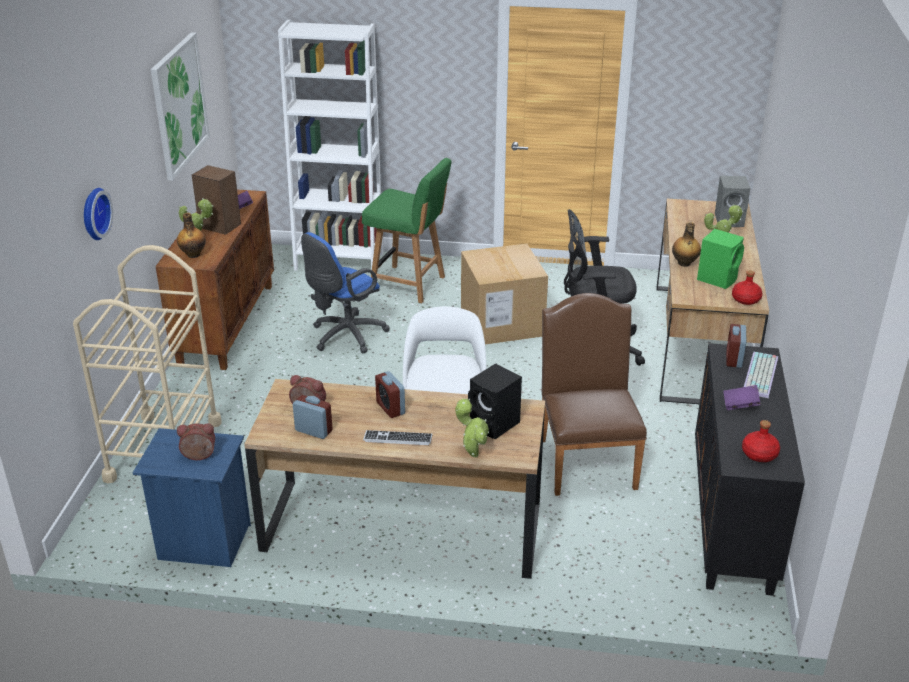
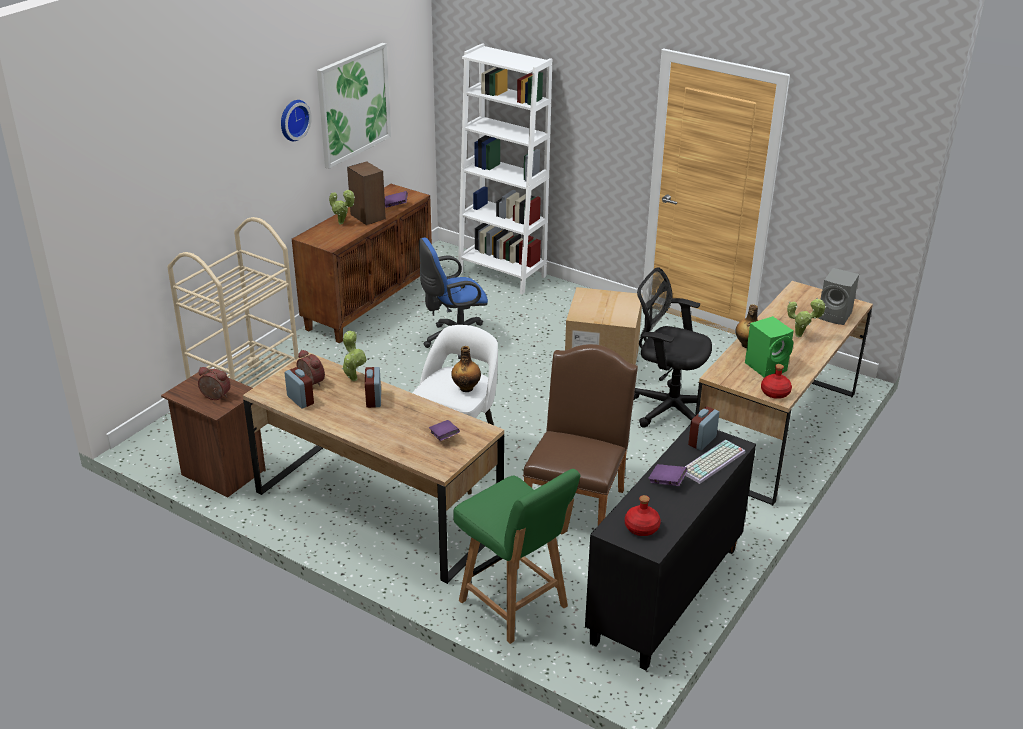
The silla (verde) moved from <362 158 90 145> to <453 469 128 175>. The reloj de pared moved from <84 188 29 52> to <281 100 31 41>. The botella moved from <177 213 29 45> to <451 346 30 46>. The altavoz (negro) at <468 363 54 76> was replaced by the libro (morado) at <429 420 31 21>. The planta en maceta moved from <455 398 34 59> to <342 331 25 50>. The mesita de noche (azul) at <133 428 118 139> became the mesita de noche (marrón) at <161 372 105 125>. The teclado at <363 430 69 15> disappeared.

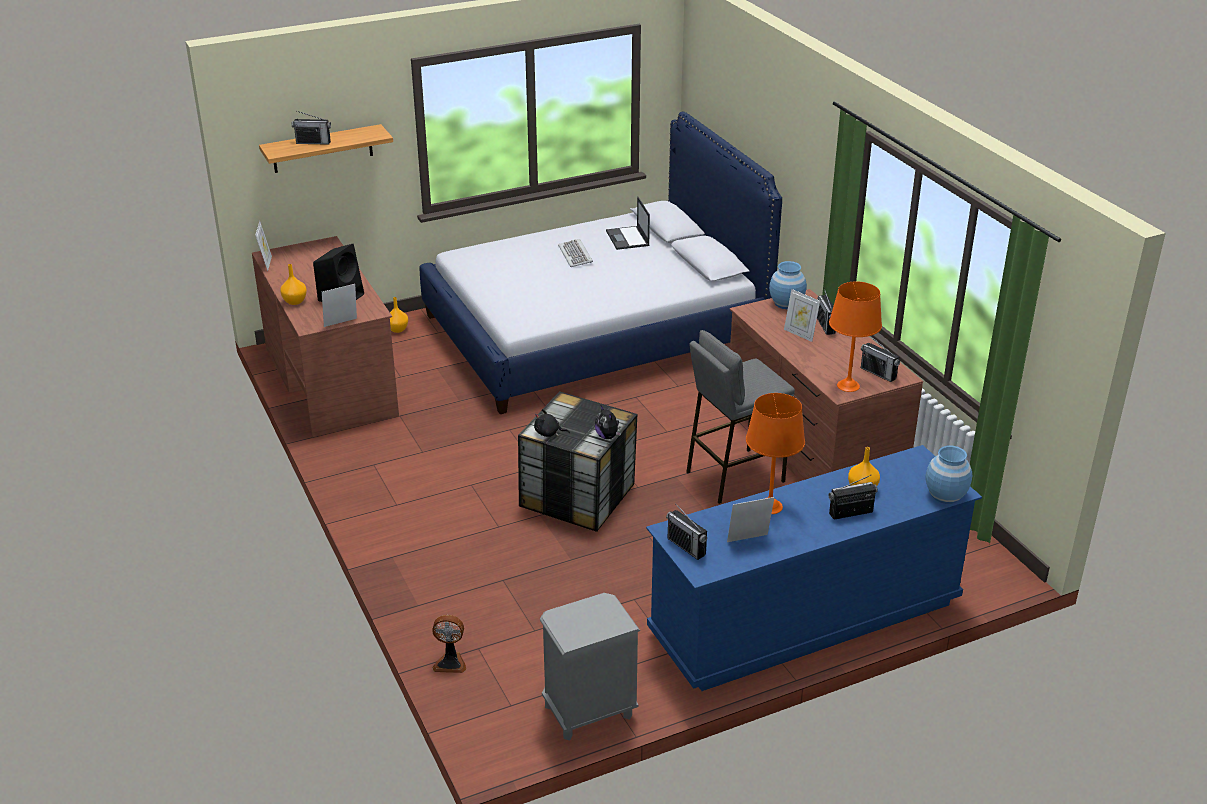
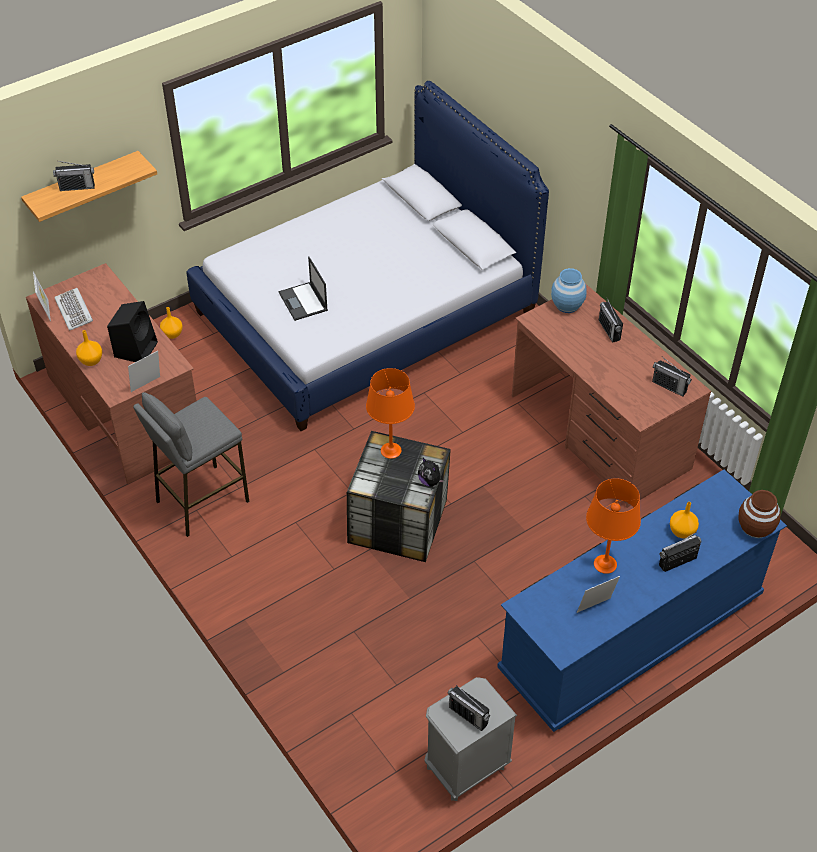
The portátil moved from <606 196 44 54> to <279 256 49 65>. The teclado moved from <558 239 35 28> to <54 288 39 43>. The lámpara de mesa (naranja) moved from <829 281 53 111> to <366 368 49 91>. The portarretratos at <784 289 36 53> disappeared. The taburete (gris) moved from <686 330 109 174> to <133 392 116 145>. The peluche (negro) at <534 409 36 28> disappeared. The florero (azul) at <926 446 46 58> became the florero (marrón) at <738 490 42 49>. The radio moved from <666 503 41 57> to <448 685 42 46>. The ventilador at <432 615 34 58> disappeared.

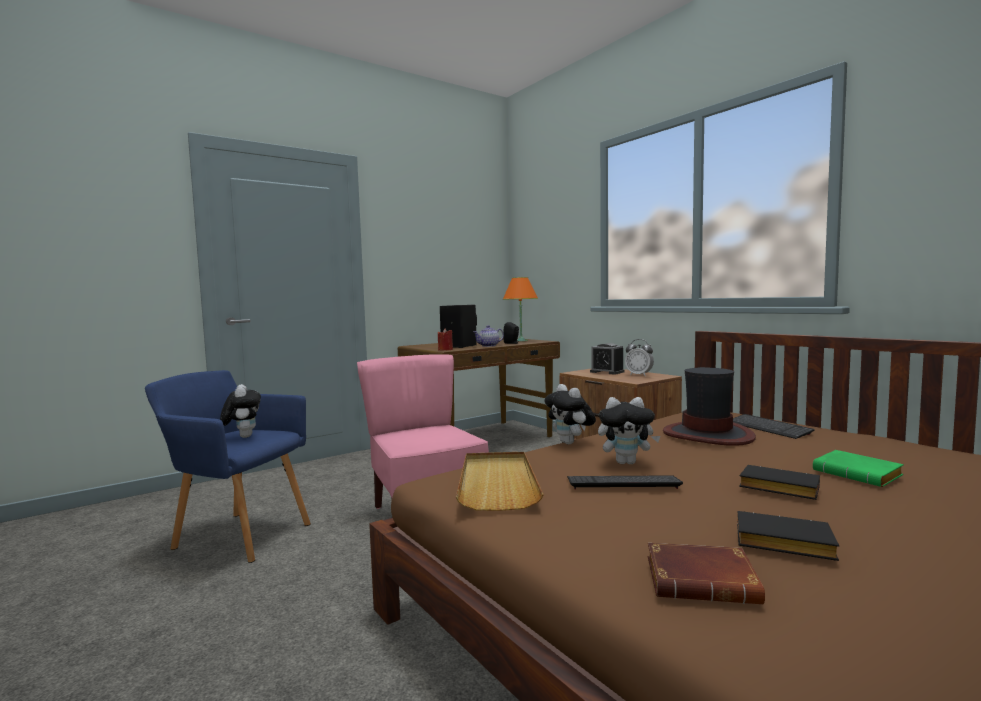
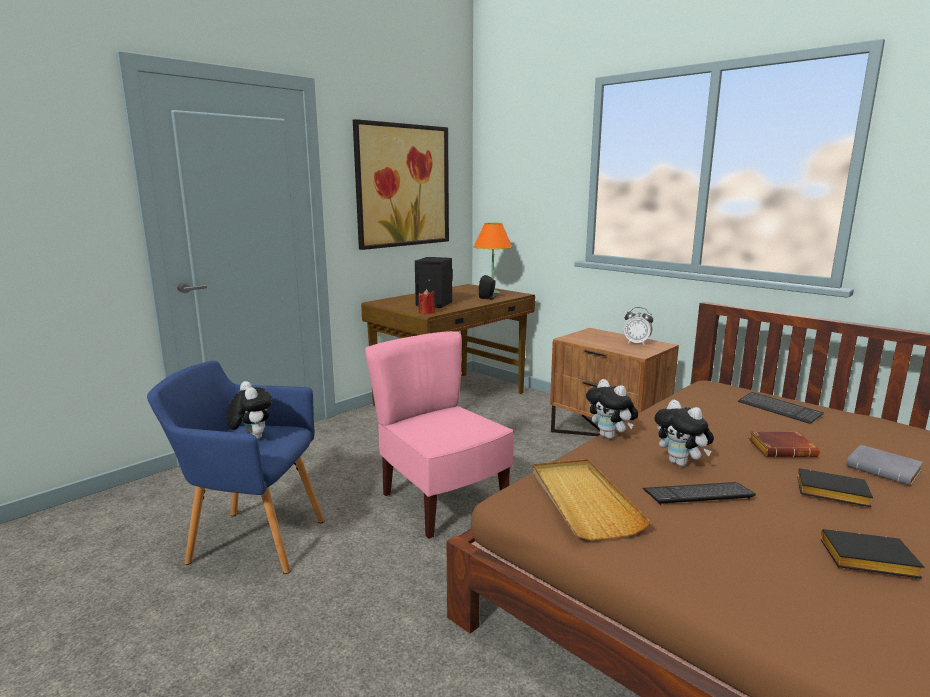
The tetera at <474 325 30 22> disappeared. The despertador at <590 343 35 32> disappeared. The sombrero at <663 367 93 79> disappeared. The peluche at <598 397 63 67> turned 60 degrees clockwise. The libro (verde) at <813 450 91 37> became the libro (gris) at <846 445 77 41>. The libro (marrón) moved from <648 543 117 61> to <749 431 70 26>. The cuadro at <353 119 96 131> appeared.

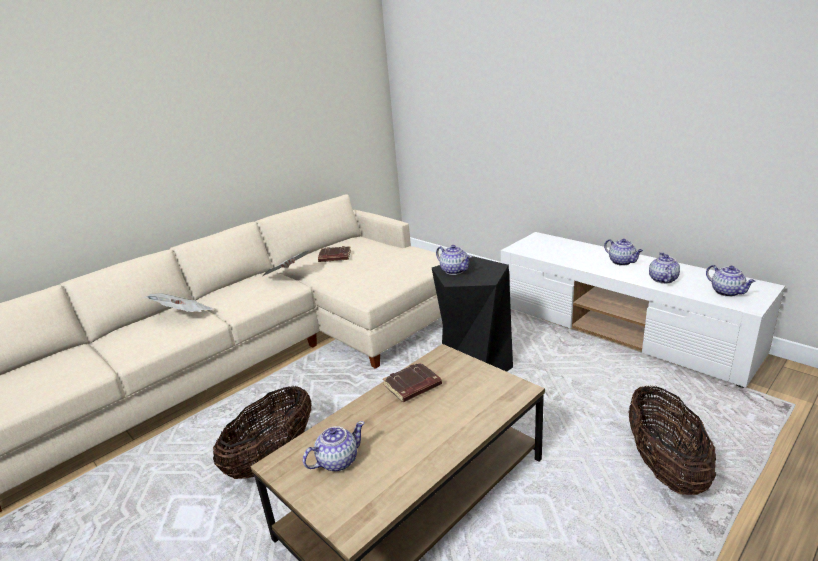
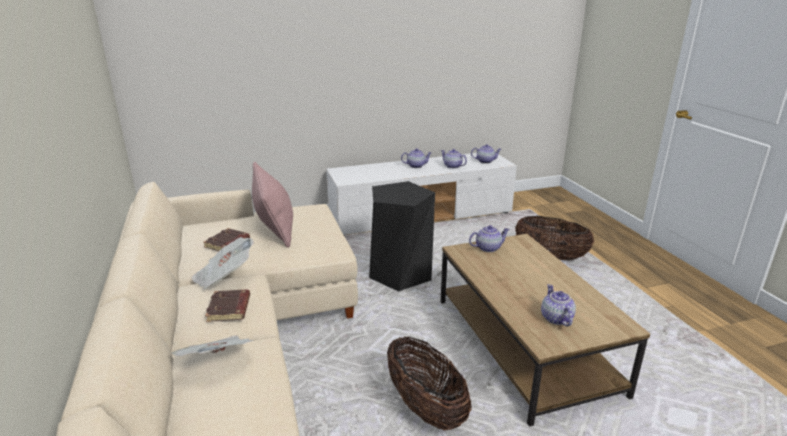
The tetera moved from <436 245 36 30> to <469 225 41 27>. The libro (marrón) moved from <383 362 59 40> to <205 290 45 32>. The cojín (rosa) at <252 162 41 86> appeared.

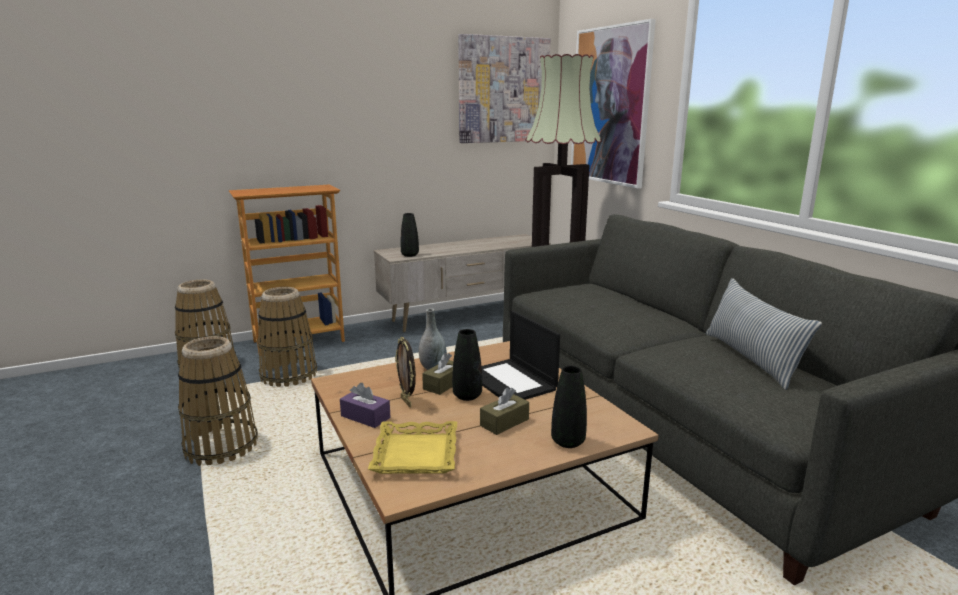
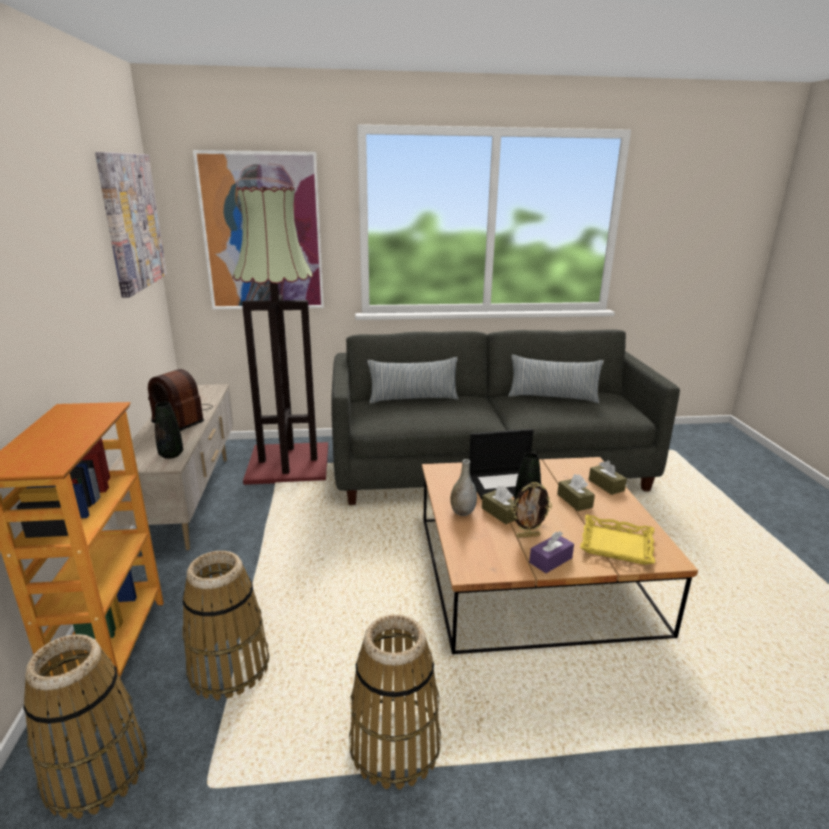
The florero (negro) at <551 366 36 82> was replaced by the caja de pañuelos (marrón) at <589 460 38 35>. The cojín at <367 357 91 46> appeared. The radio at <148 369 65 62> appeared.

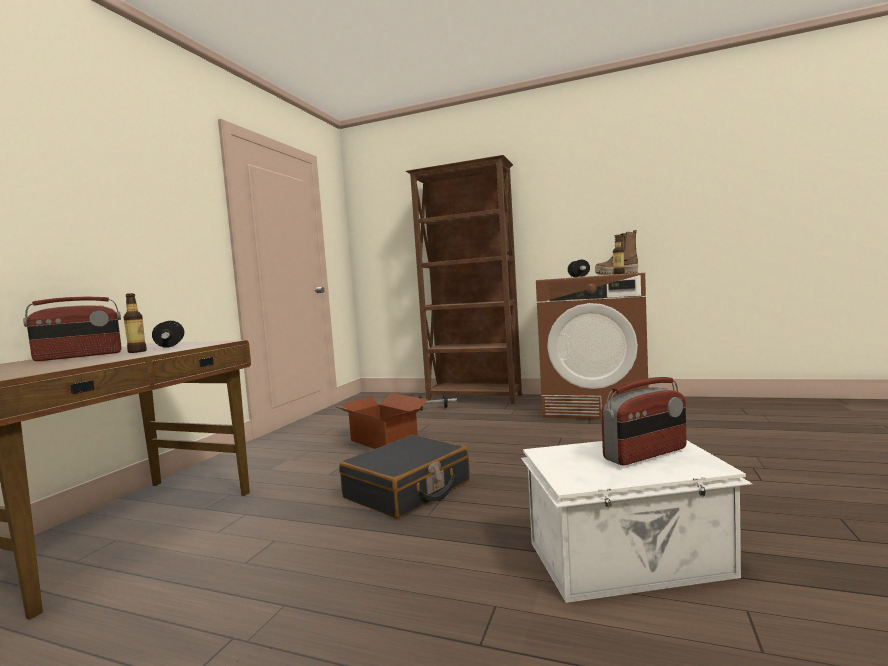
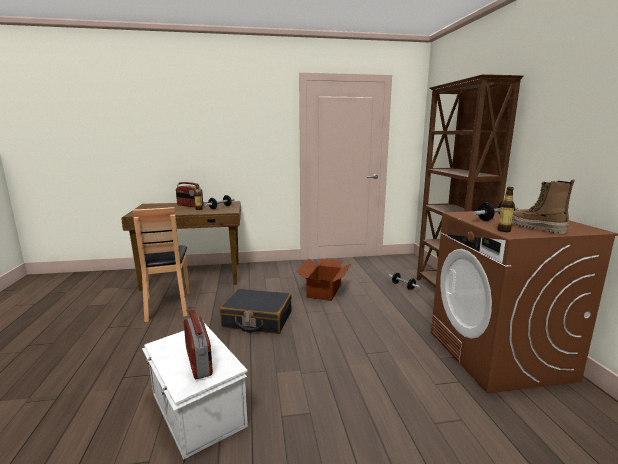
The radio at <601 377 86 88> turned 150 degrees counterclockwise. The silla (marrón) at <133 207 57 115> appeared.

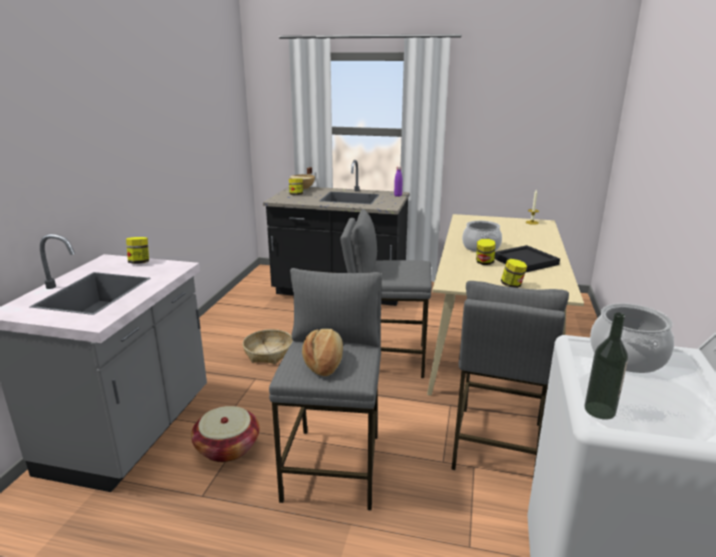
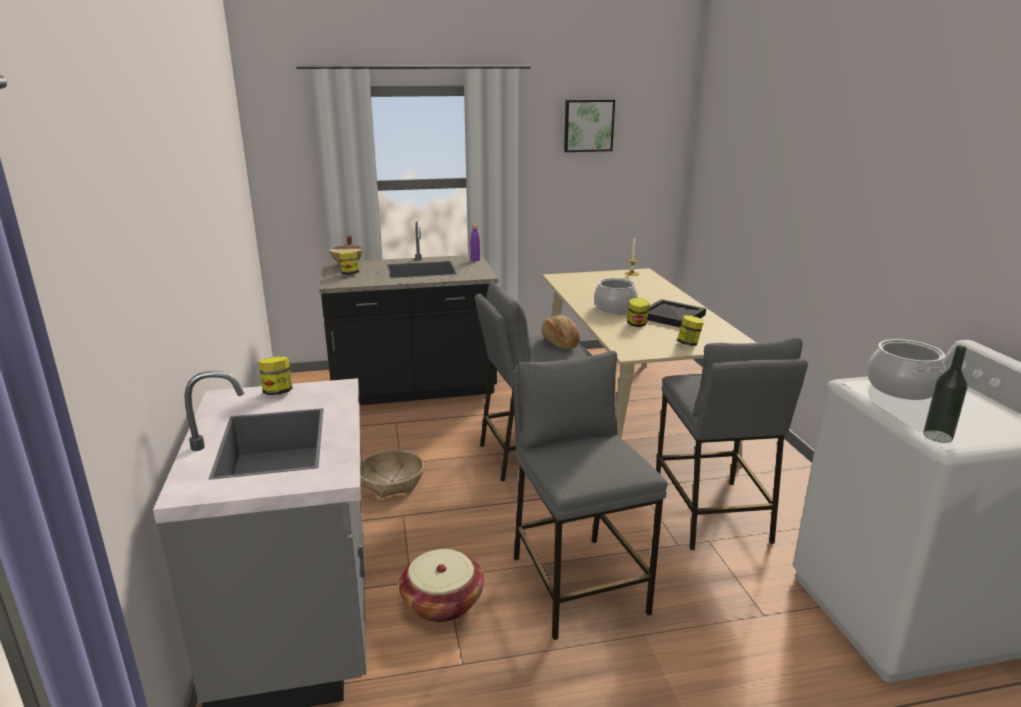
The pan moved from <302 329 41 47> to <541 315 39 34>. The cuadro at <564 99 51 53> appeared.

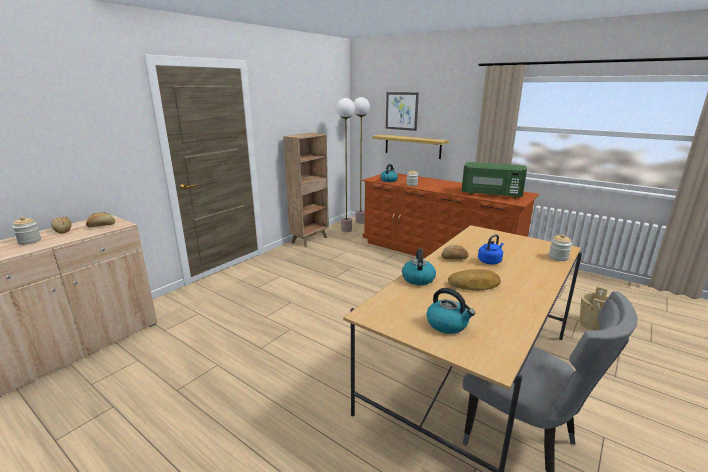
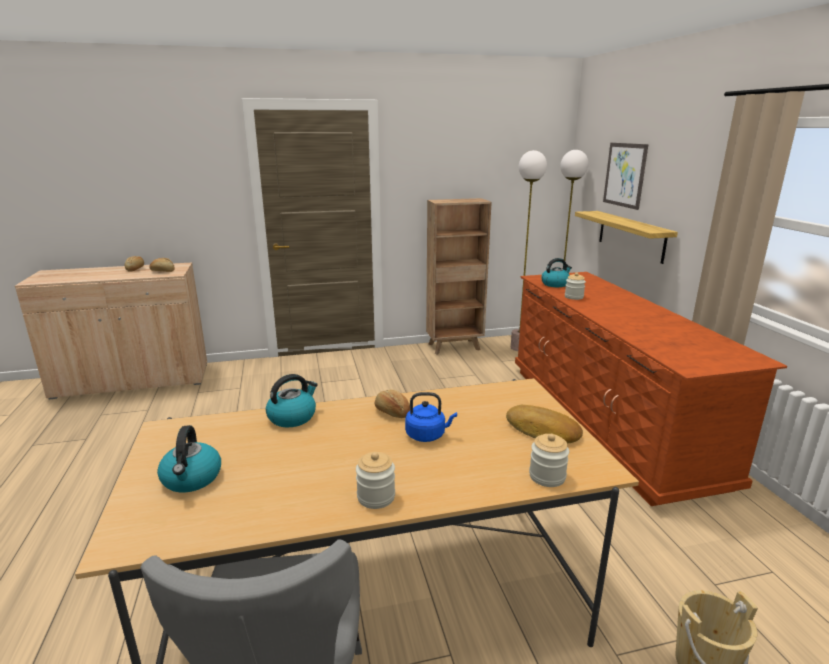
The microondas (verde) at <461 162 66 36> disappeared. The tarro moved from <12 217 29 28> to <356 452 39 57>. The pan moved from <448 269 53 21> to <506 405 77 38>.

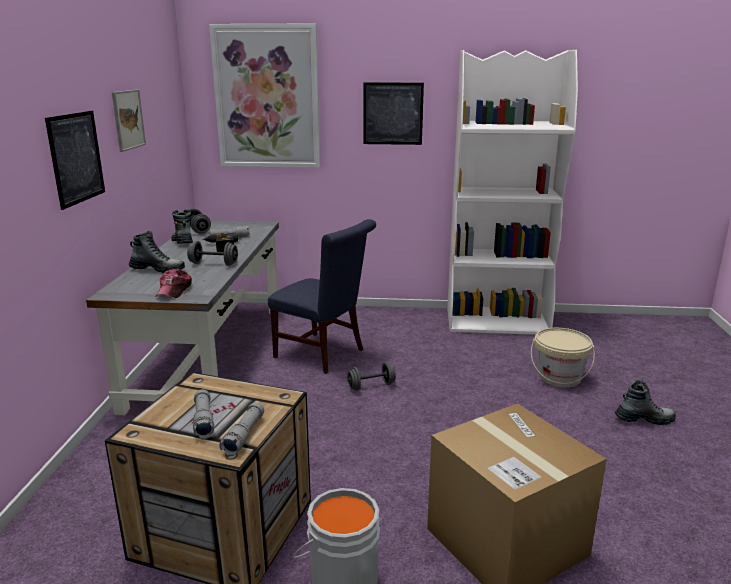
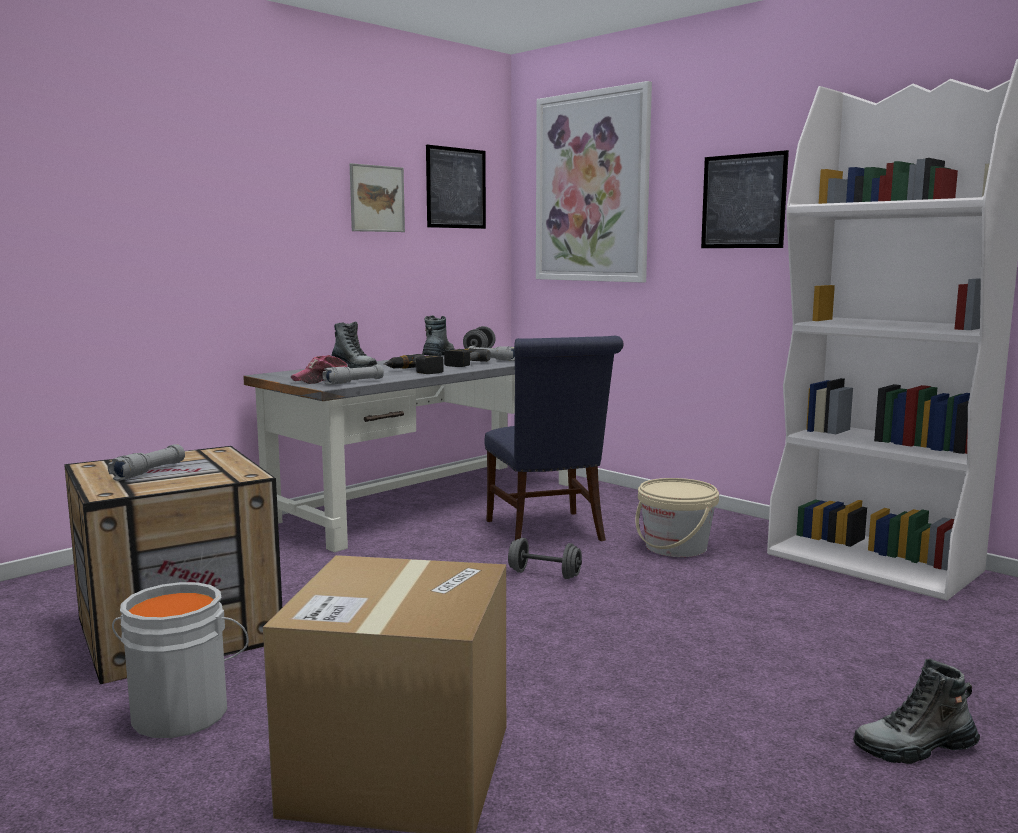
The cuadro moved from <45 111 60 99> to <426 145 60 84>. The mancuerna (gris) at <187 241 51 25> was replaced by the taladro at <384 354 60 20>. The cubo (beis) moved from <531 328 64 60> to <635 478 84 79>. The bota at <615 380 61 45> turned 135 degrees clockwise. The linterna (gris) moved from <219 402 45 54> to <323 365 61 20>.

